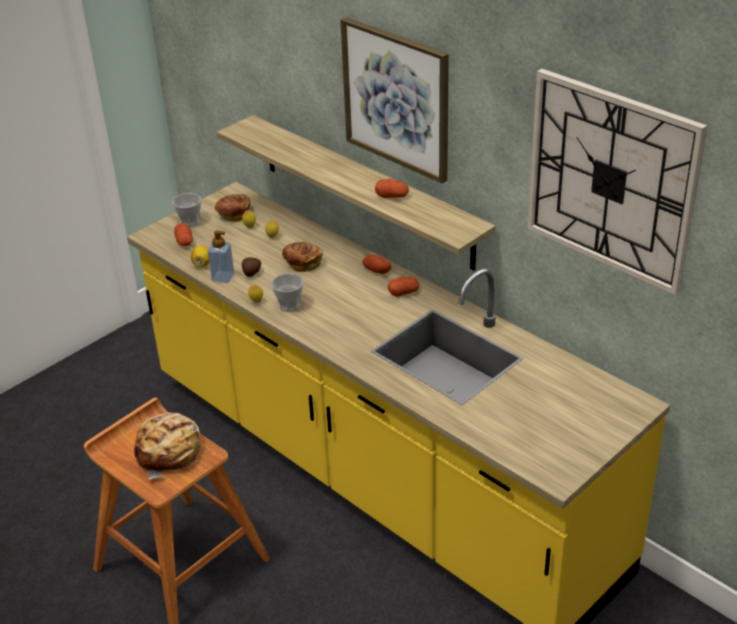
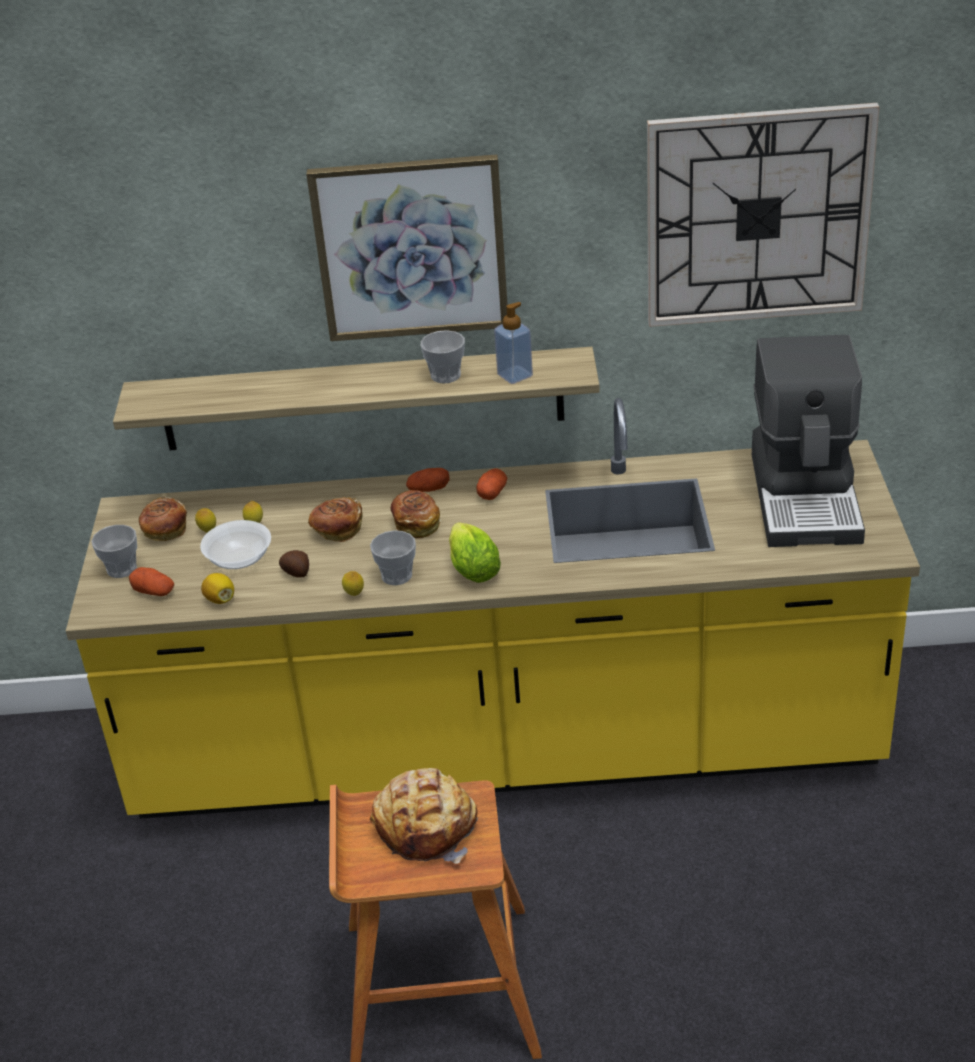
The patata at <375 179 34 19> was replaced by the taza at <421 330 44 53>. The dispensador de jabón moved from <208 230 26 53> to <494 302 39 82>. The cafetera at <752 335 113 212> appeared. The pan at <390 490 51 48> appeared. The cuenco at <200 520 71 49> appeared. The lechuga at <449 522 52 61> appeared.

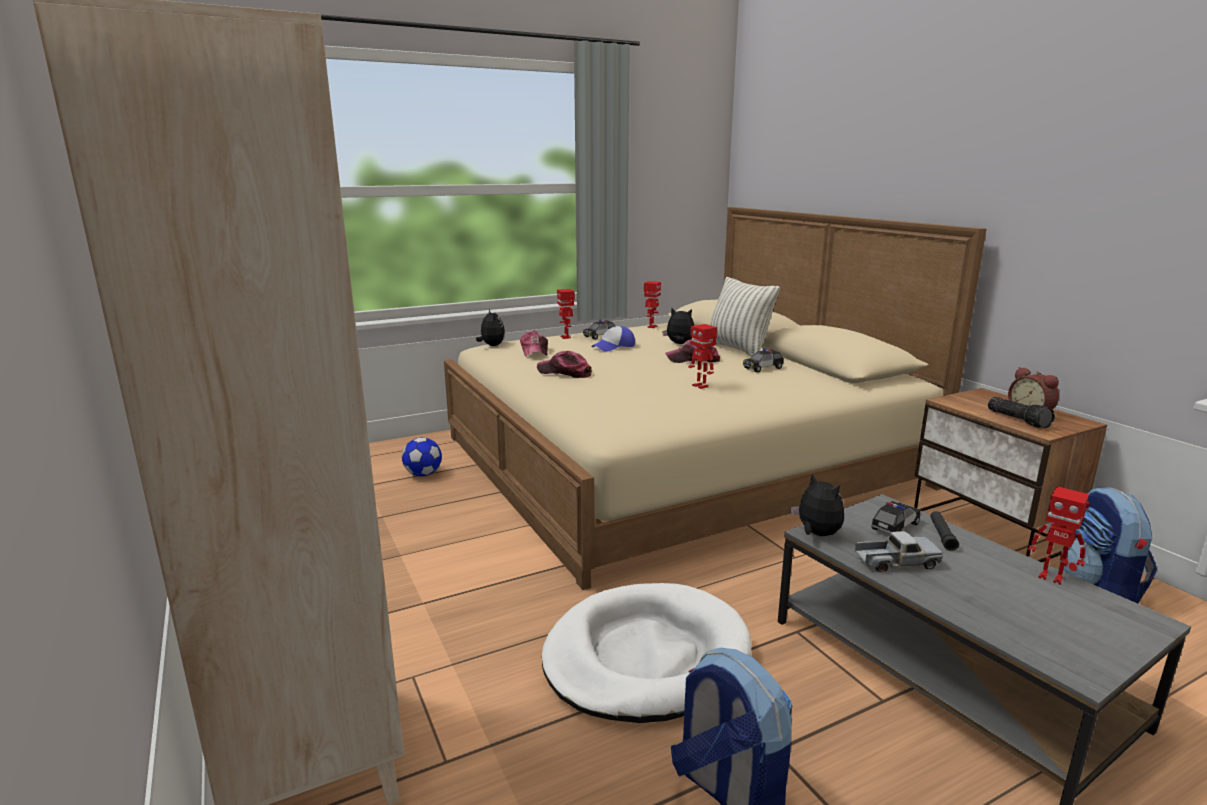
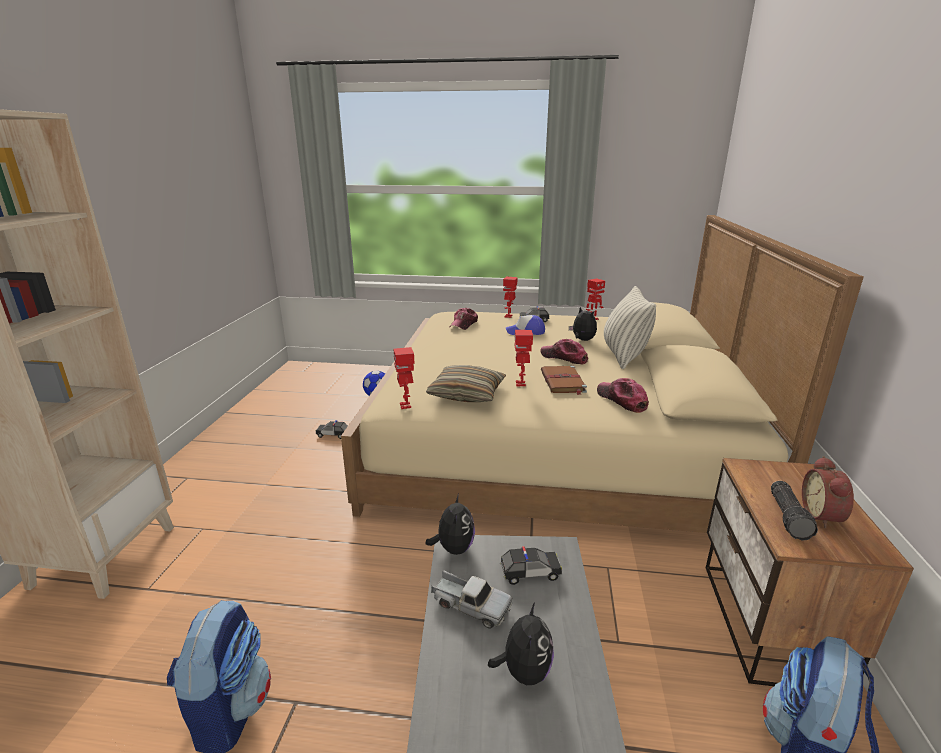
The peluche moved from <476 309 29 37> to <488 603 66 82>. The coche de juguete moved from <743 349 41 24> to <316 420 32 19>. The gorra moved from <537 351 55 27> to <597 378 52 35>. The robot de juguete moved from <1028 486 61 99> to <394 347 20 62>. The linterna (negro) at <930 511 29 40> disappeared. The cama para perro (blanco) at <542 583 210 140> disappeared. The cojín at <426 365 80 37> appeared. The libro (marrón) at <541 366 46 29> appeared.

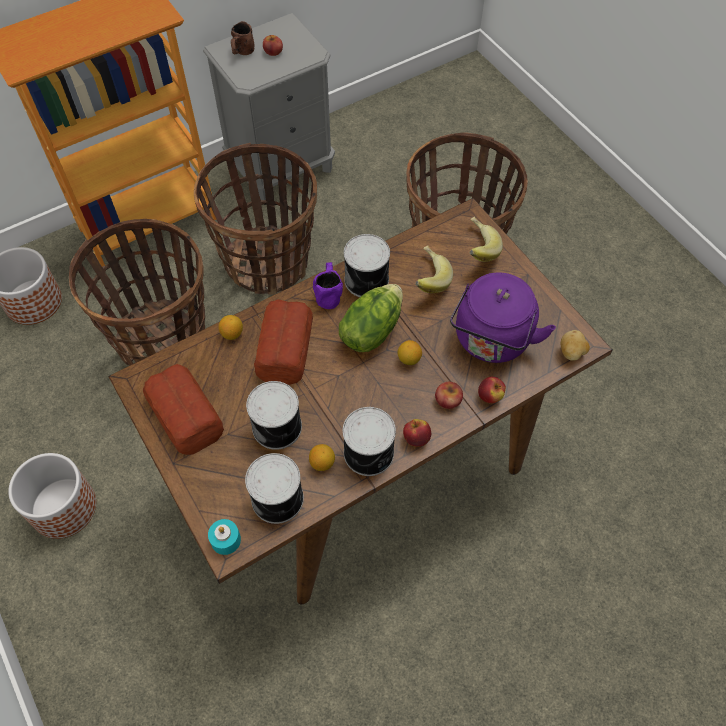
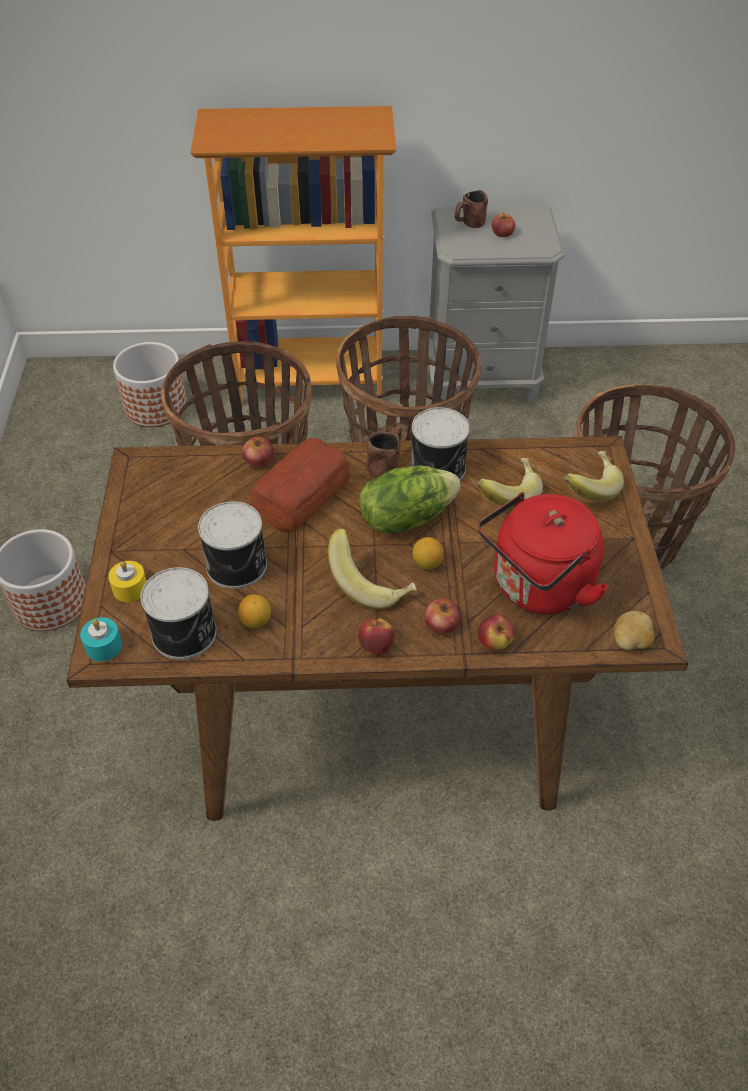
The taza grande (morado) at <313 262 30 47> became the taza grande (marrón) at <366 426 36 53>. The hervidor (morado) at <450 272 106 91> became the hervidor (rojo) at <478 492 131 122>. The limón at <218 315 25 25> was replaced by the manzana at <242 437 32 30>. The pan at <143 364 81 91> disappeared. The lata at <343 407 53 69> disappeared. The plátano at <328 528 89 82> appeared. The vela (amarillo) at <108 561 39 41> appeared.

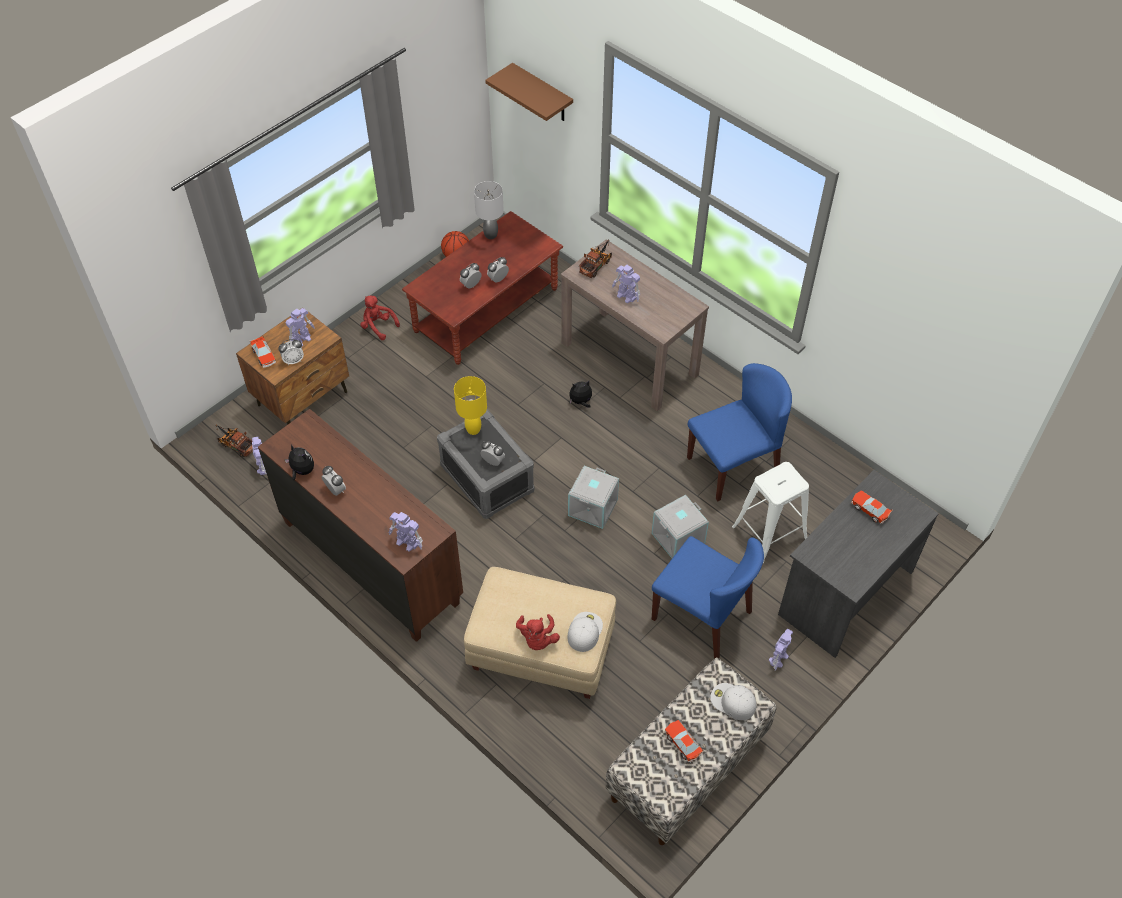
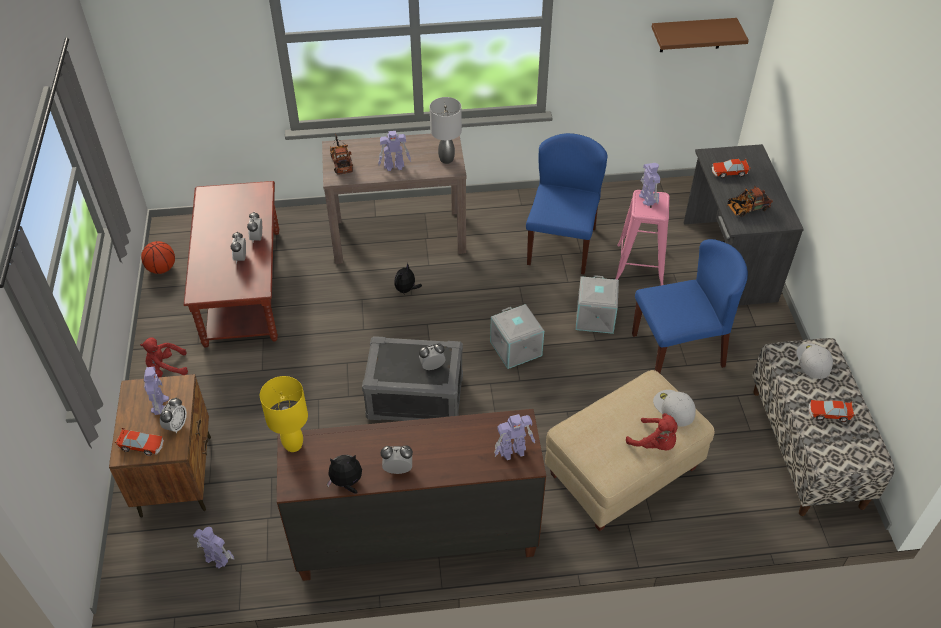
The estante (marrón) moved from <485 63 88 58> to <652 18 97 34>. The lámpara de mesa (gris) moved from <474 181 30 58> to <430 97 32 67>. The lámpara de mesa (amarillo) moved from <454 376 33 59> to <260 376 48 76>. The camión de juguete moved from <216 425 37 32> to <726 186 47 31>. The taburete (blanco) at <732 462 77 101> became the taburete (rosa) at <615 190 55 95>. The robot de juguete moved from <769 628 24 43> to <639 163 21 43>. The gorra (blanco) at <710 683 46 37> turned 105 degrees clockwise.

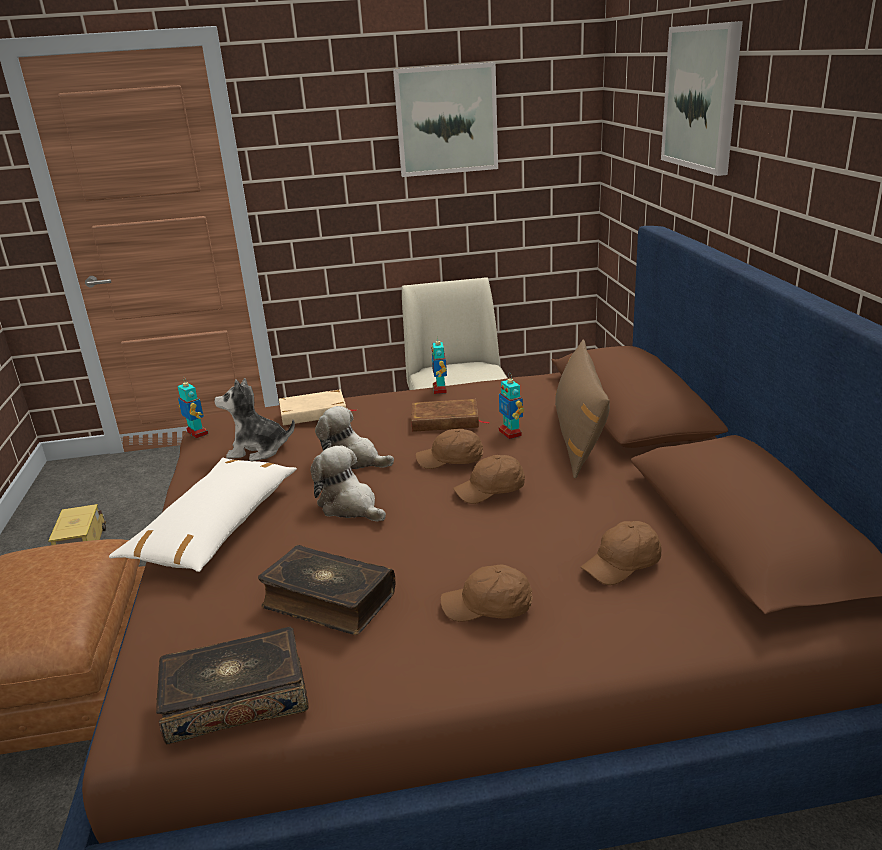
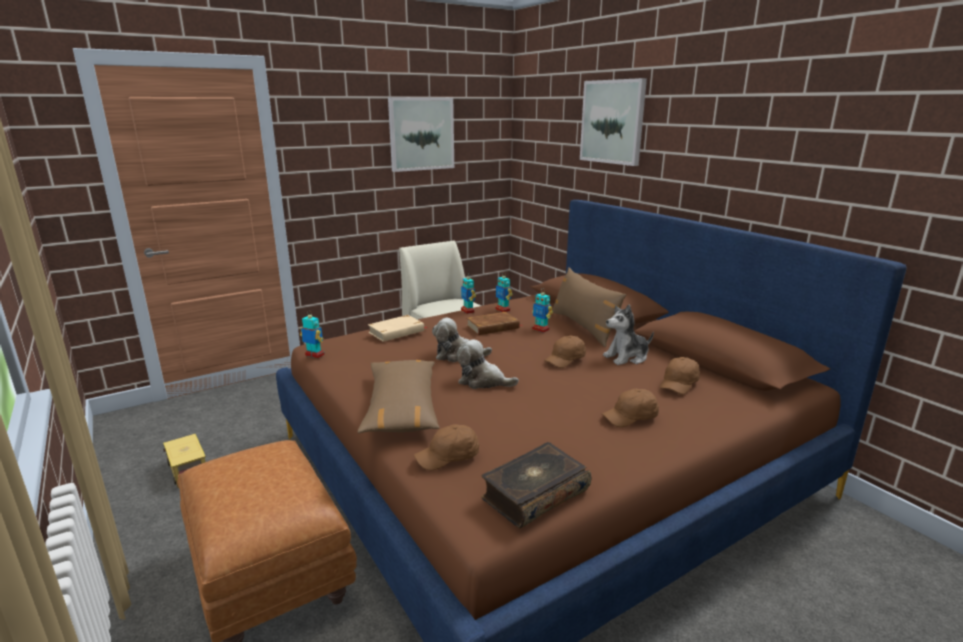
The peluche moved from <215 378 80 83> to <603 304 51 61>. The gorra (marrón) moved from <416 429 67 40> to <414 424 65 46>. The cojín (blanco) at <109 458 188 114> became the cojín (marrón) at <358 360 82 74>. The libro at <258 545 137 90> disappeared. The robot de juguete at <495 272 18 40> appeared.

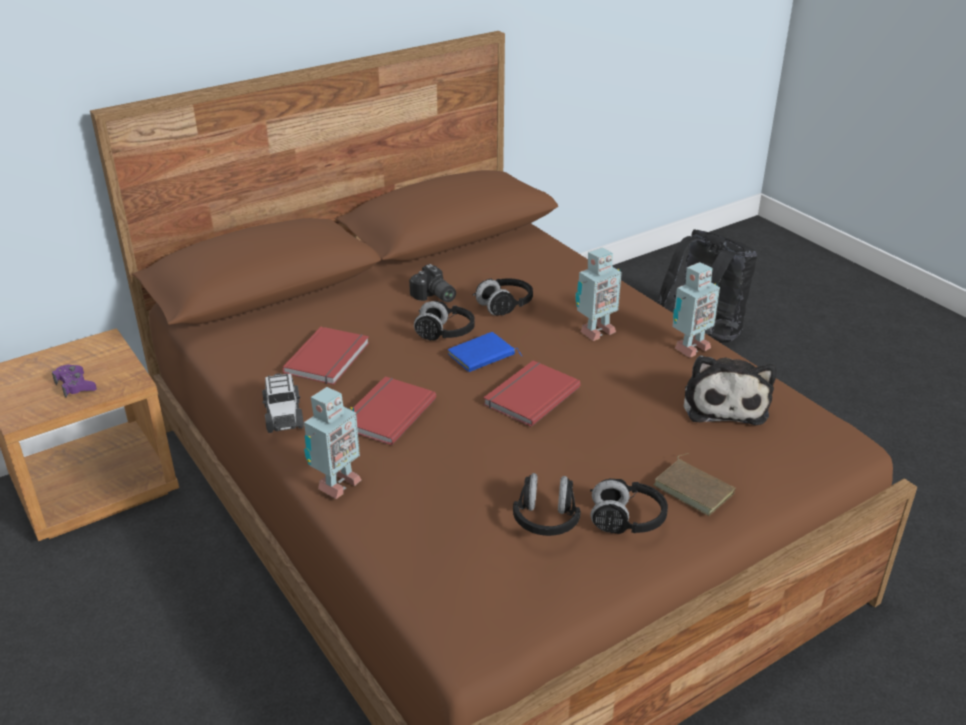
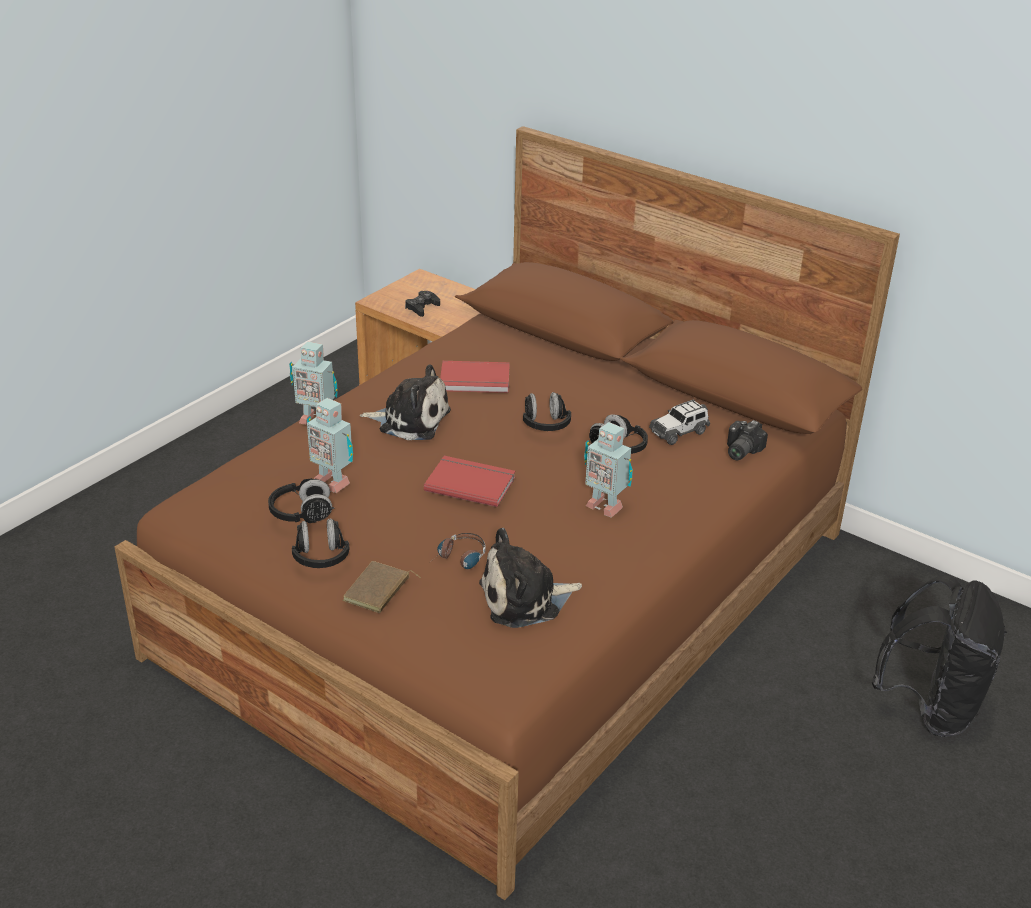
The robot de juguete moved from <672 262 48 96> to <307 398 46 95>. The cámara moved from <409 264 47 38> to <727 420 41 40>. The libro (azul) at <448 332 74 40> disappeared. The mando de consola (morado) at <52 365 45 33> became the mando de consola (negro) at <405 291 35 26>. The coche de juguete moved from <262 373 42 60> to <649 400 61 45>. The libro (rojo) at <354 376 82 70> was replaced by the peluche at <360 364 91 76>. The auriculares at <428 533 57 36> appeared.

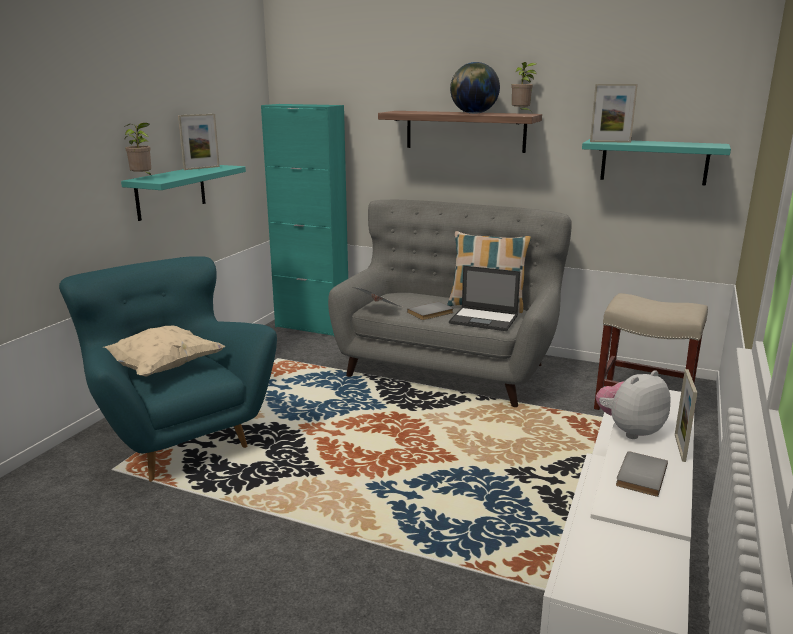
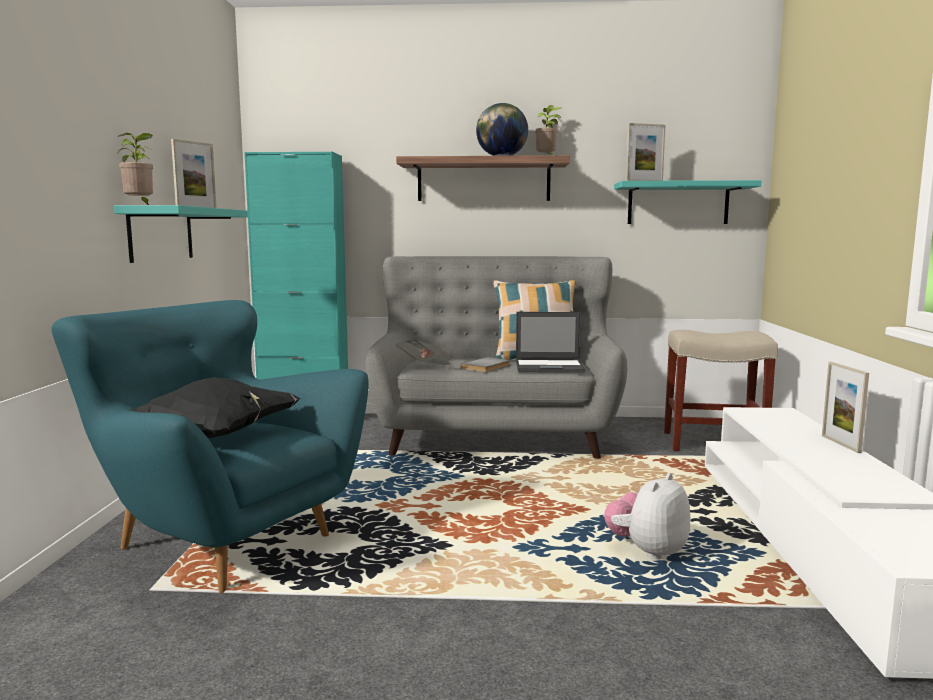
The cojín (beis) at <104 325 122 52> became the cojín (negro) at <130 377 171 61>. The peluche moved from <596 370 75 69> to <604 473 86 87>. The libro (gris) at <616 451 52 46> disappeared.

